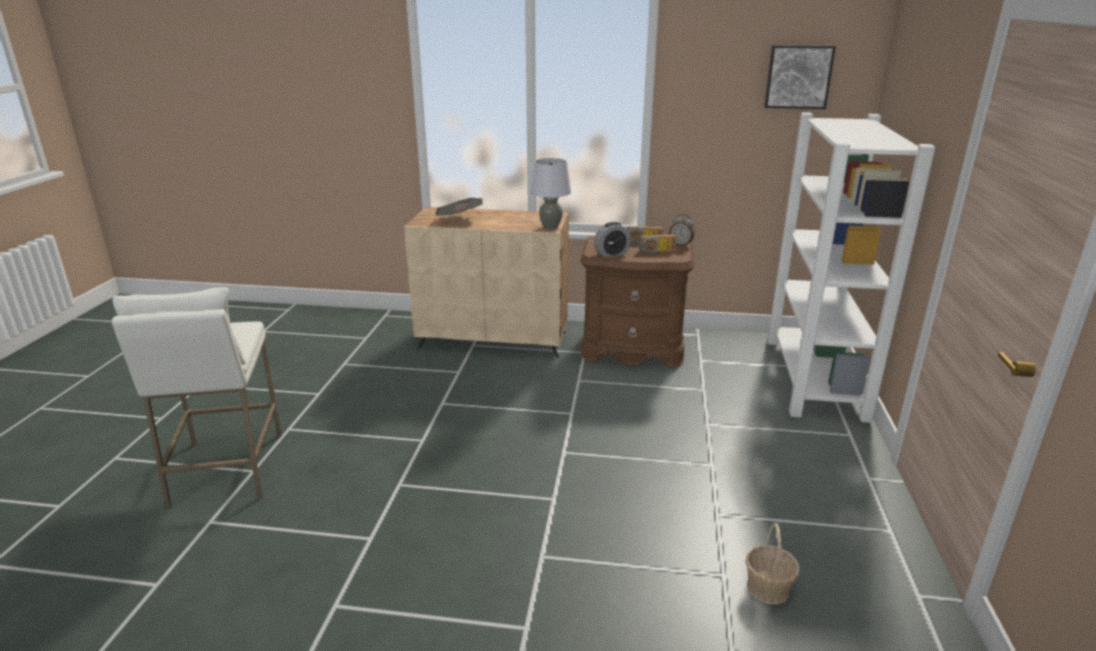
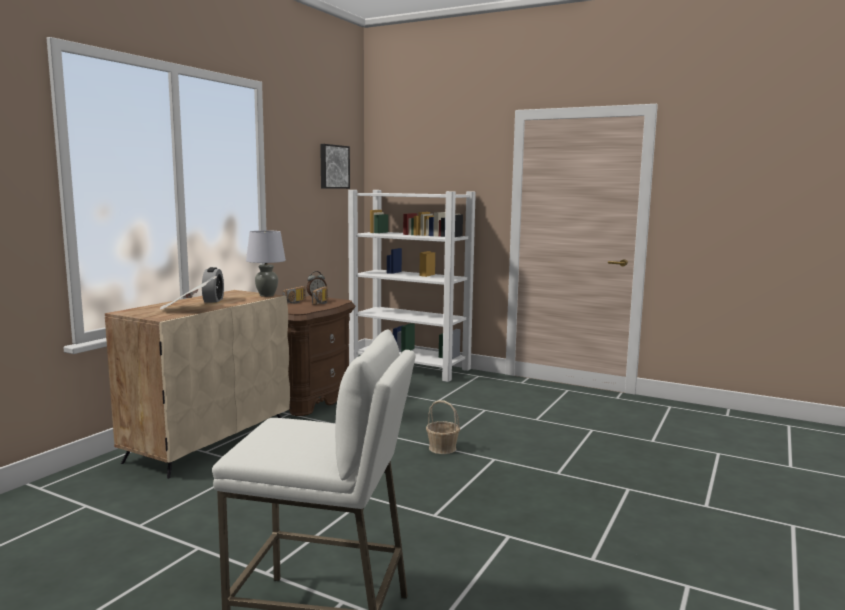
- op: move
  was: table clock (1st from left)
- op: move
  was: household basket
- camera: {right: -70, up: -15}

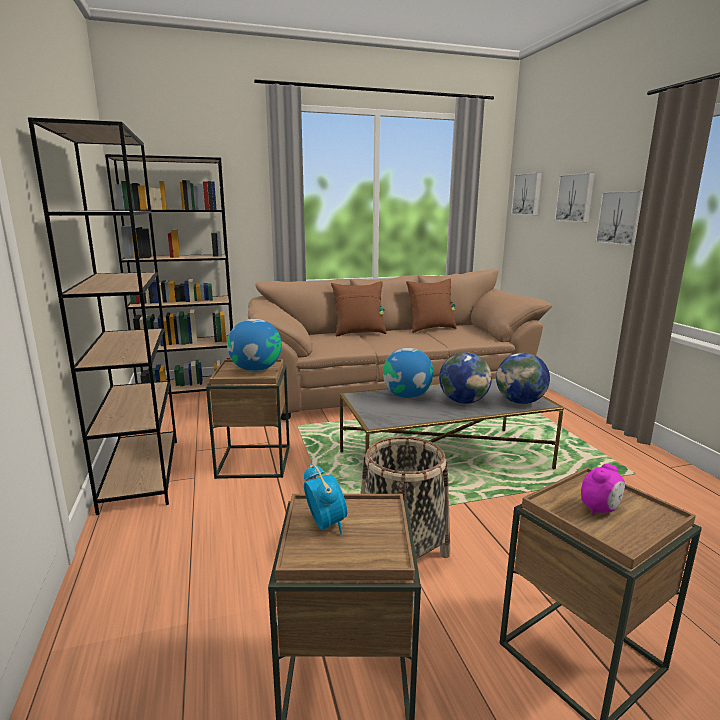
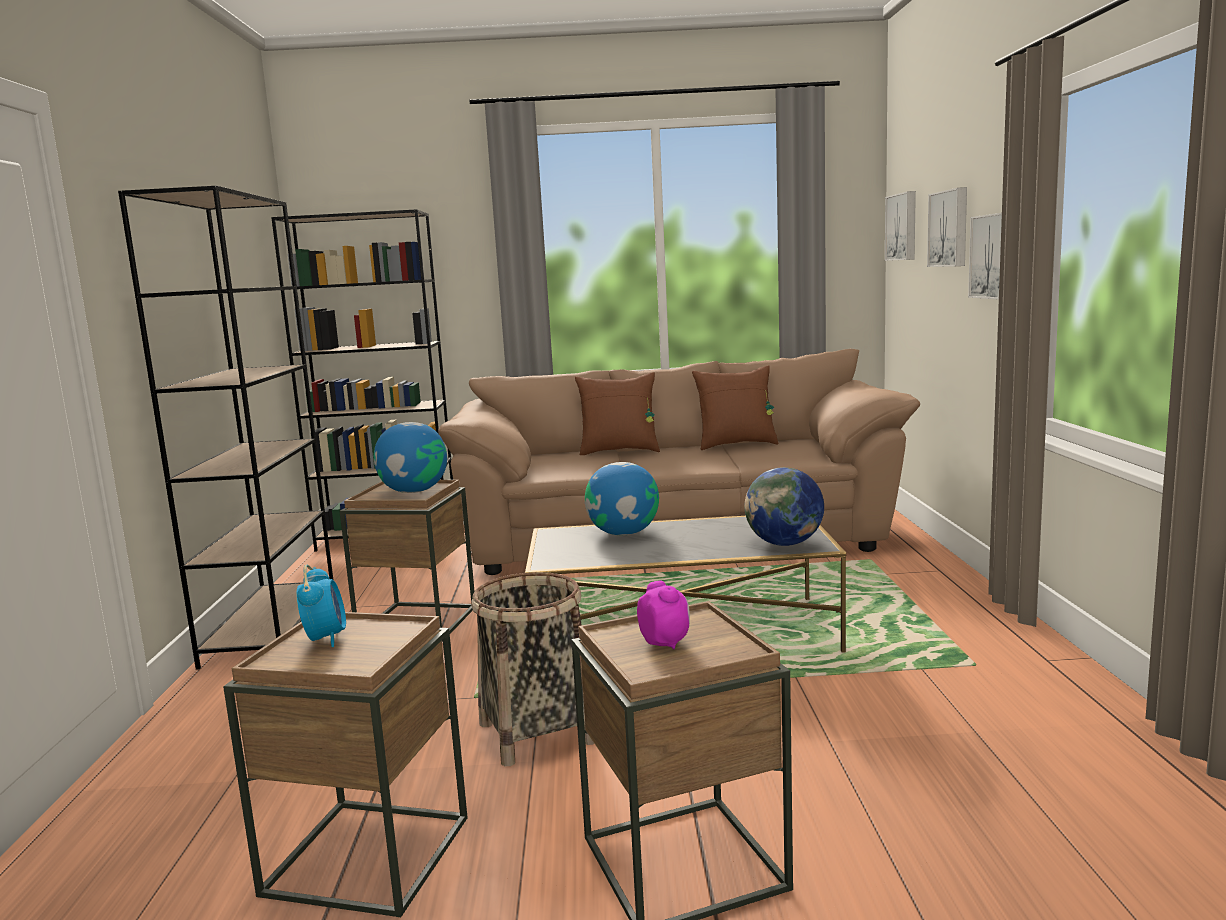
- op: delete
  was: globe (3rd from left)
- op: rotate
  was: table clock (2nd from left)
  clockwise: -90
- camera: {right: 15, up: -5}

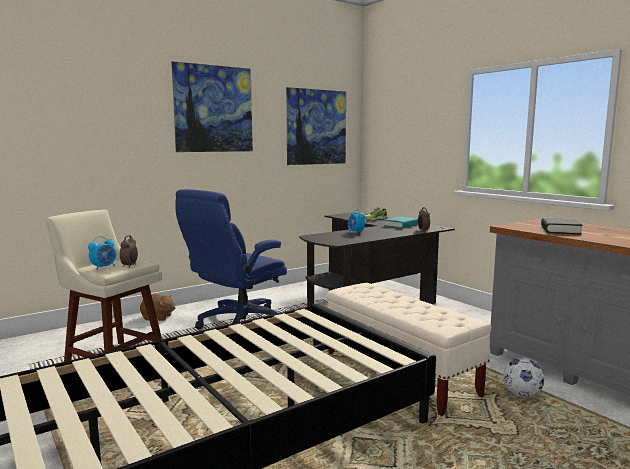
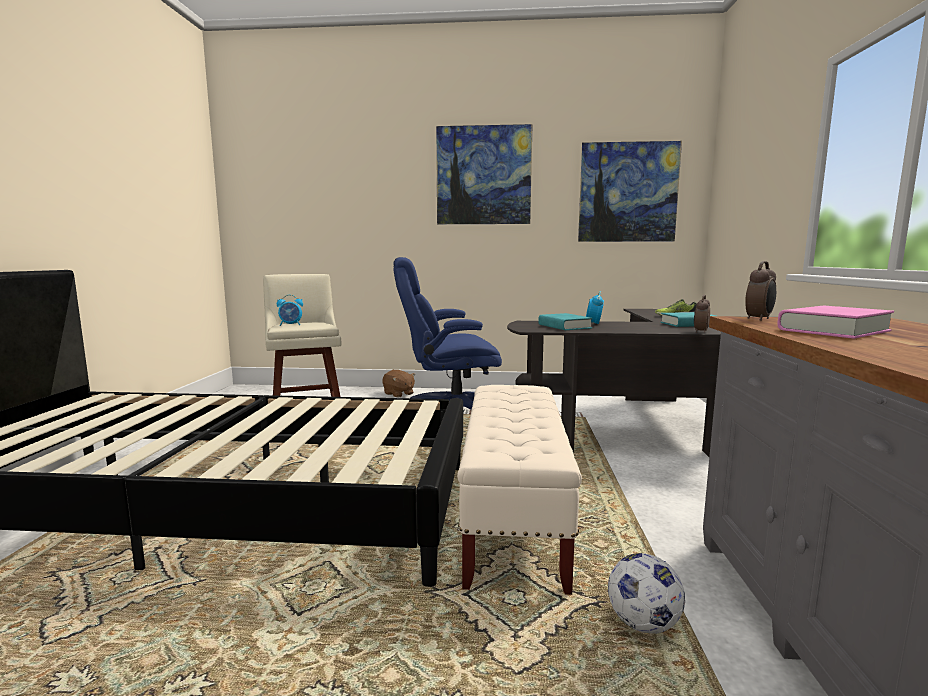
- op: recolor
  was: book (blackish)
  now: book (pink-coloured)
- op: move
  was: table clock (2nd from left in the first image)
  now: table clock (4th from left)
- op: insert
  now: book (turquoise) (1st from left)
- camera: {right: 40, up: 0}

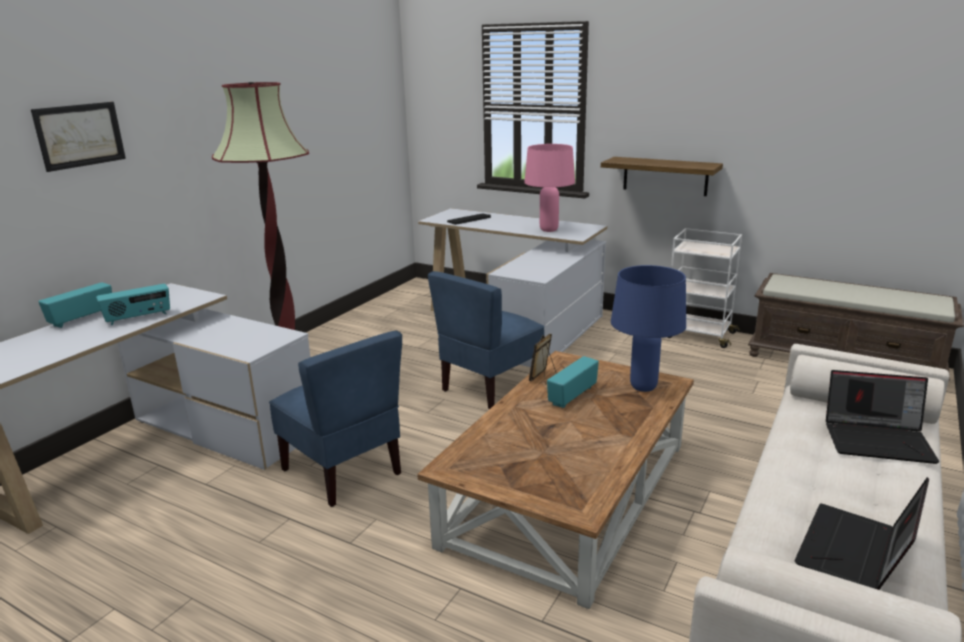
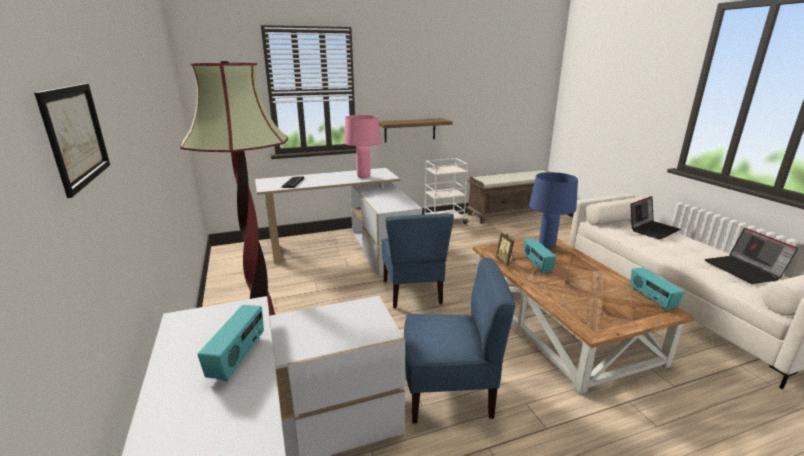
- op: move
  was: radio set (1st from left in the first image)
  now: radio set (3rd from left)
- camera: {right: -50, up: 0}

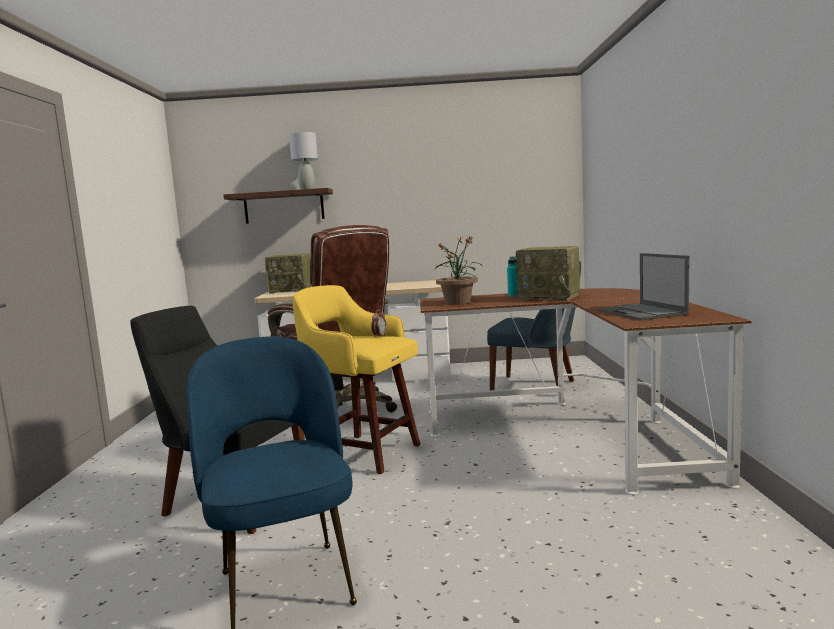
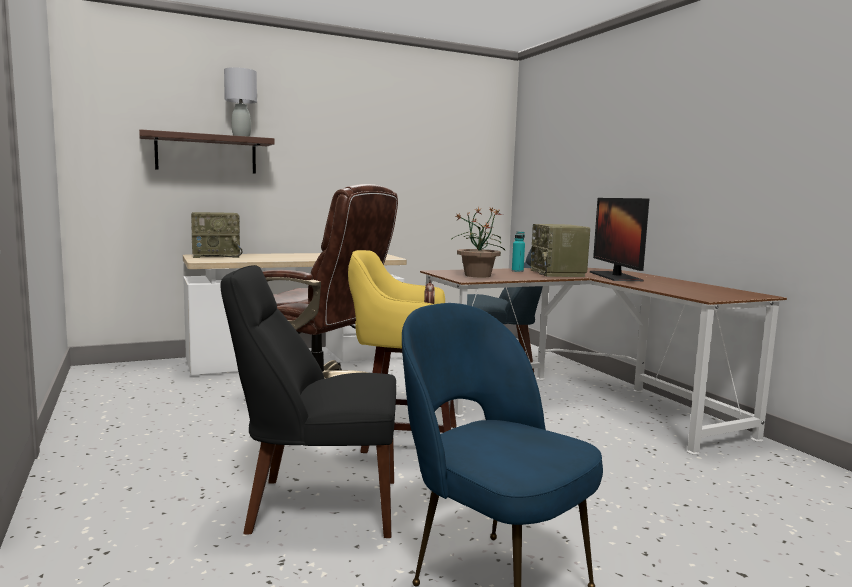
- op: rotate
  was: radio set (2nd from left)
  clockwise: 75
- op: delete
  was: laptop
- op: insert
  now: monitor
- camera: {right: -25, up: 0}

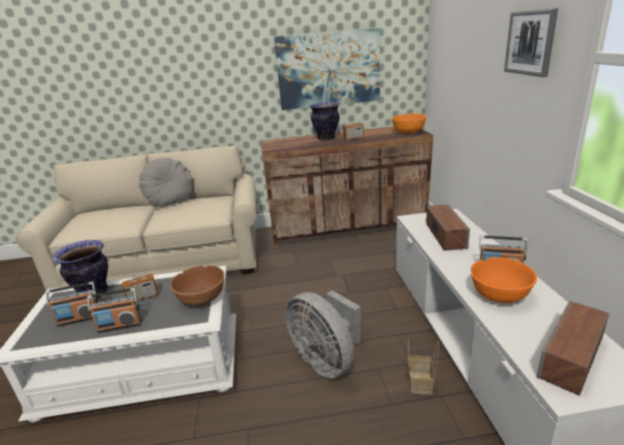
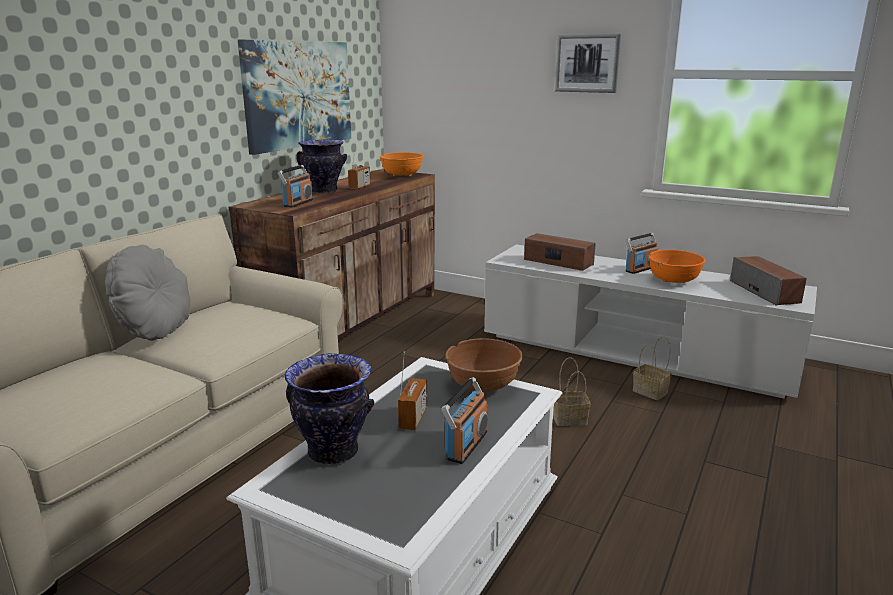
- op: move
  was: radio set (1st from left)
- op: replace
  was: cooling fan (gray)
  now: household basket (1st from left)
- camera: {right: -55, up: -5}

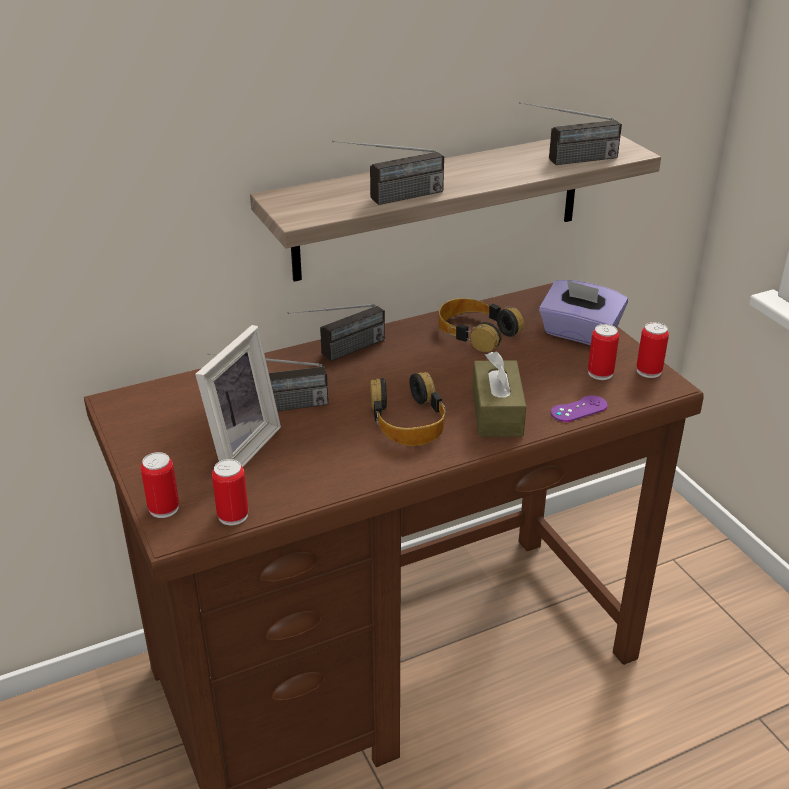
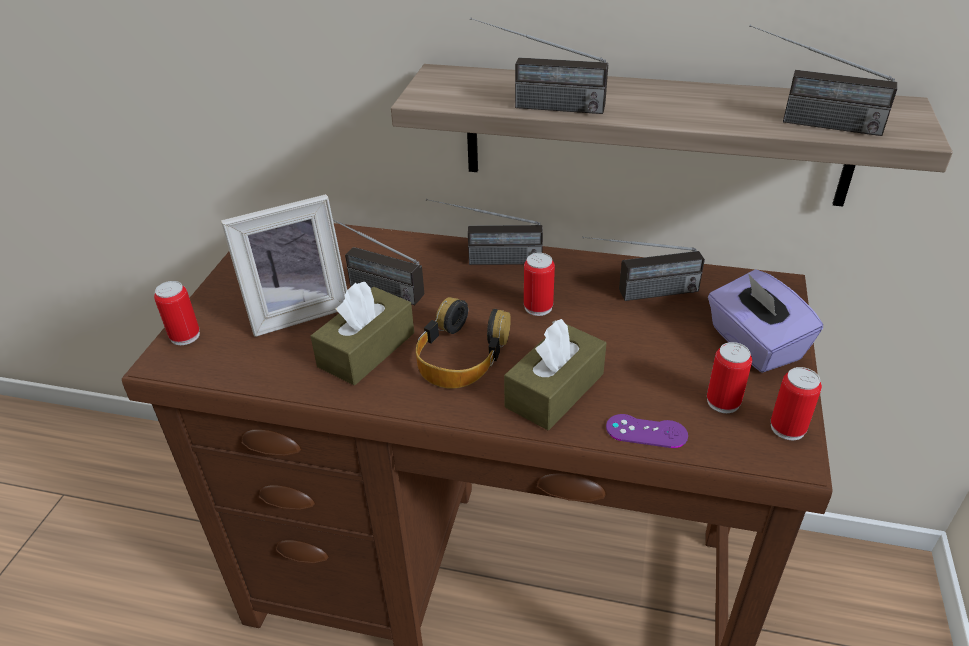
- op: replace
  was: headphones (2nd from left)
  now: radio set (4th from left)
- op: move
  was: sealed can (2nd from left)
- op: insert
  now: tissue box (brown) (1st from left)
- camera: {right: 40, up: 5}

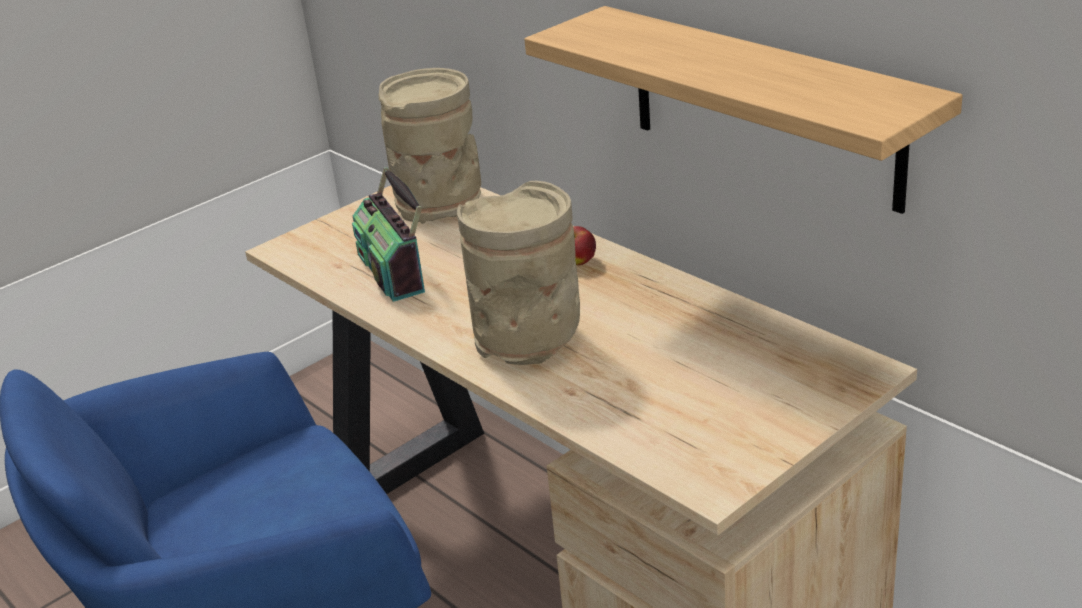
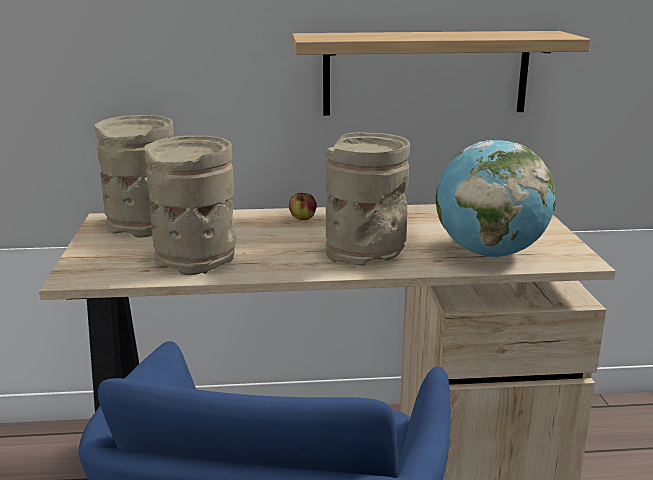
- op: replace
  was: radio set
  now: decorative vase (beige) (2nd from left)
- op: insert
  now: globe
- camera: {right: -55, up: -10}

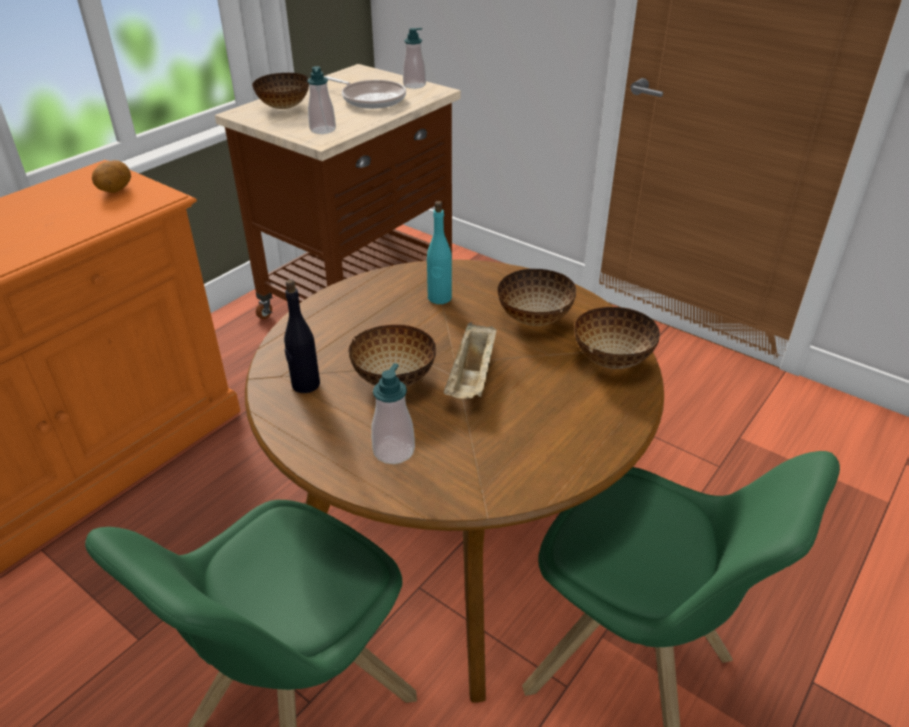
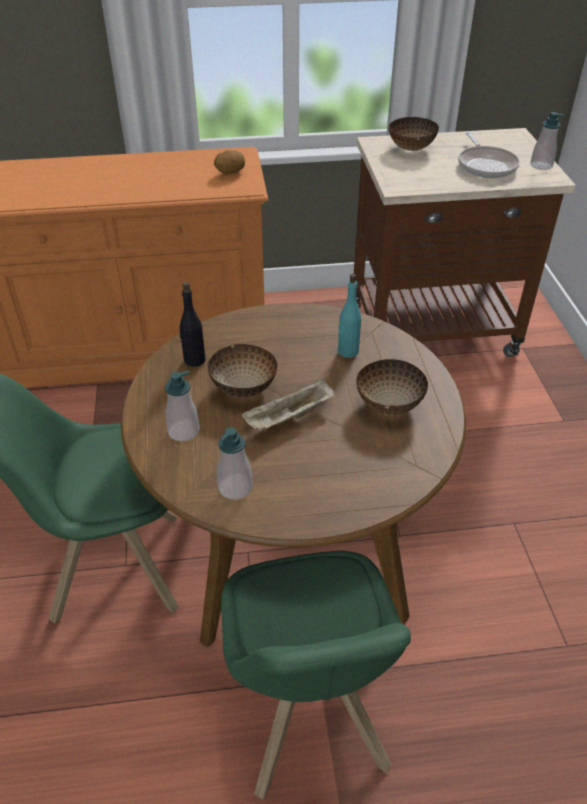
- op: move
  was: soap dispenser (1st from left in the first image)
  now: soap dispenser (2nd from left)
- op: delete
  was: deep dish (4th from left)
- camera: {right: 45, up: 5}

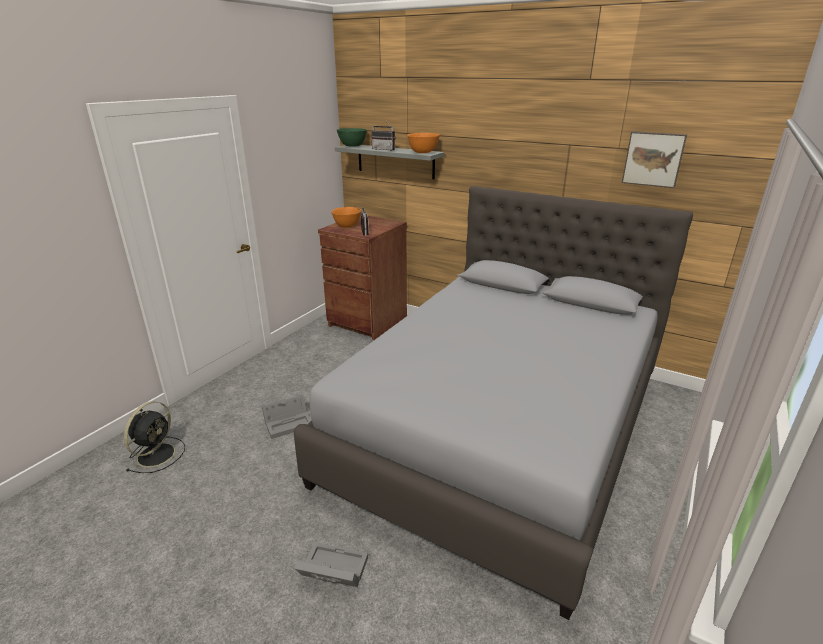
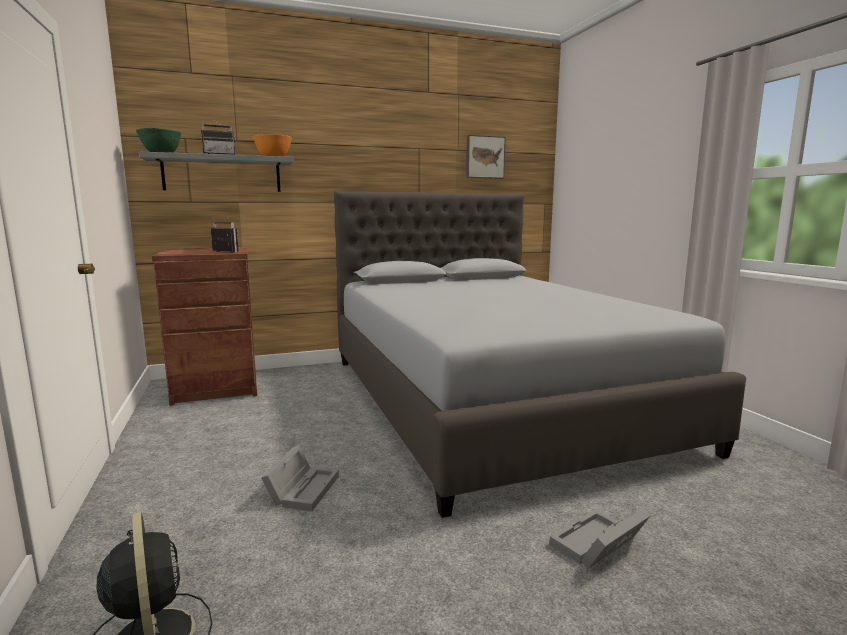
- op: delete
  was: deep dish (orangey) (1st from left)
- camera: {right: -50, up: -15}

